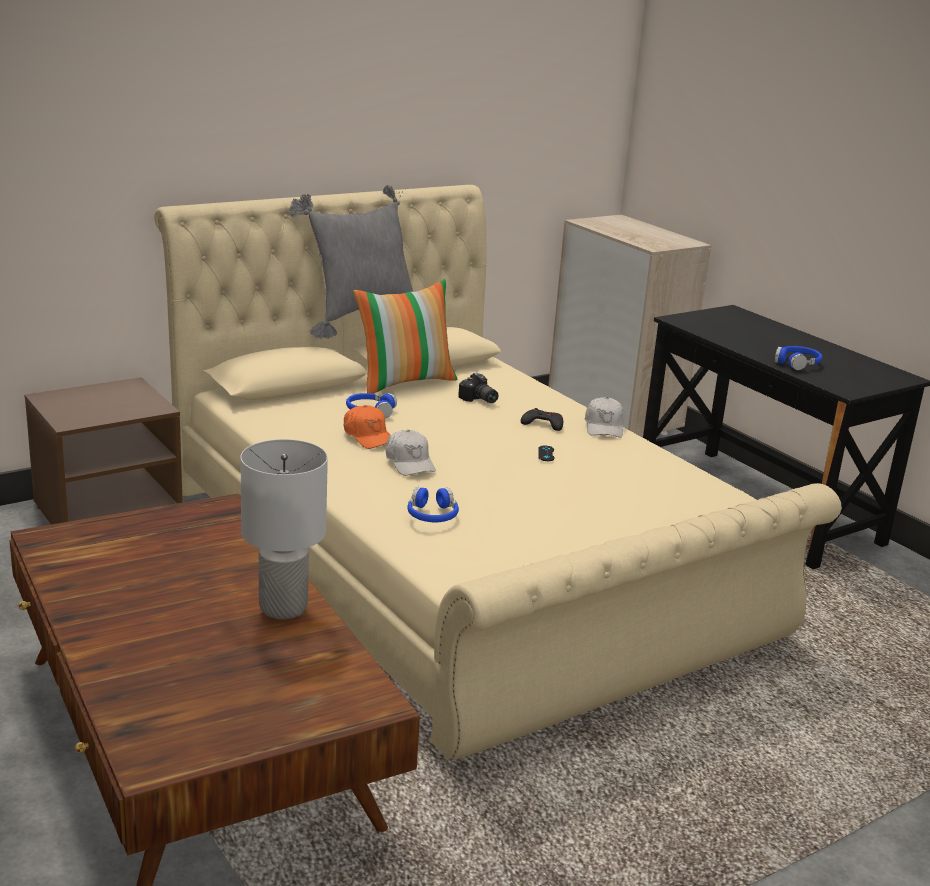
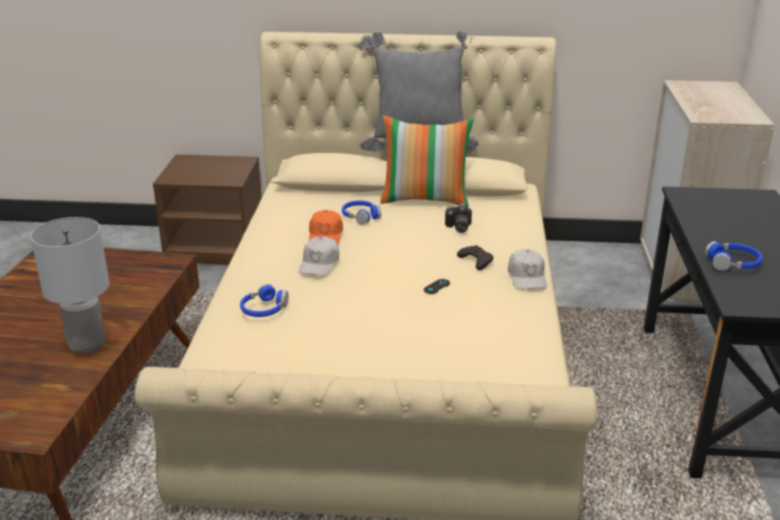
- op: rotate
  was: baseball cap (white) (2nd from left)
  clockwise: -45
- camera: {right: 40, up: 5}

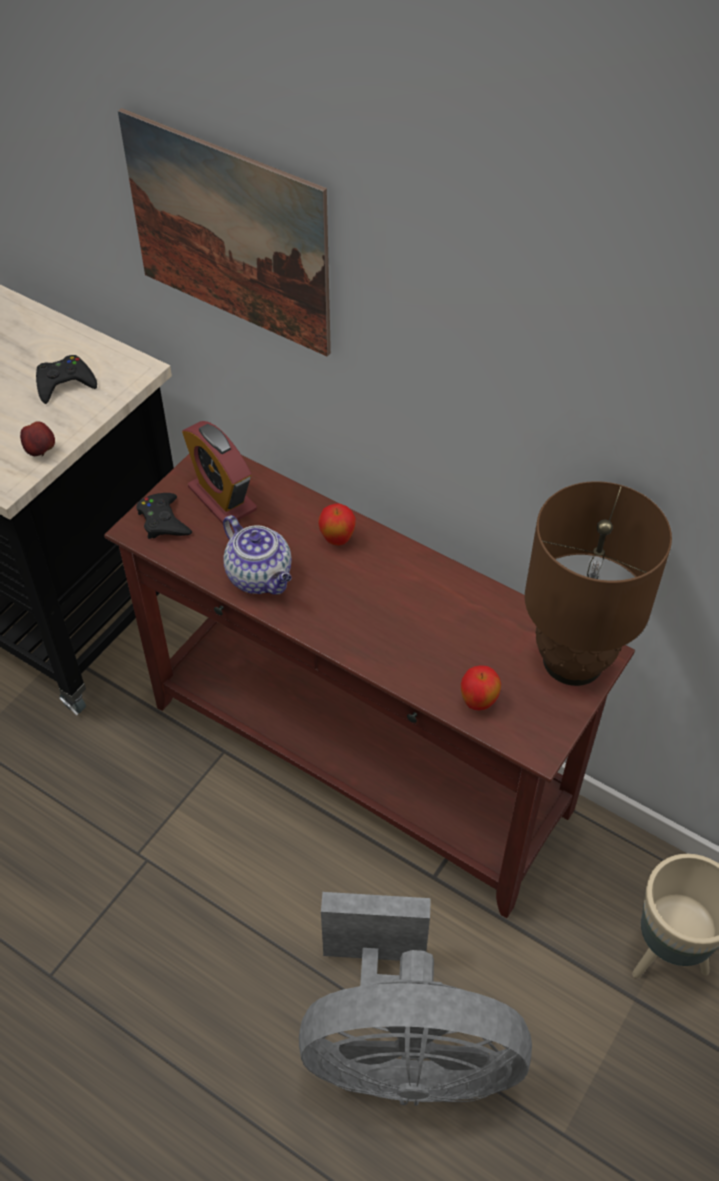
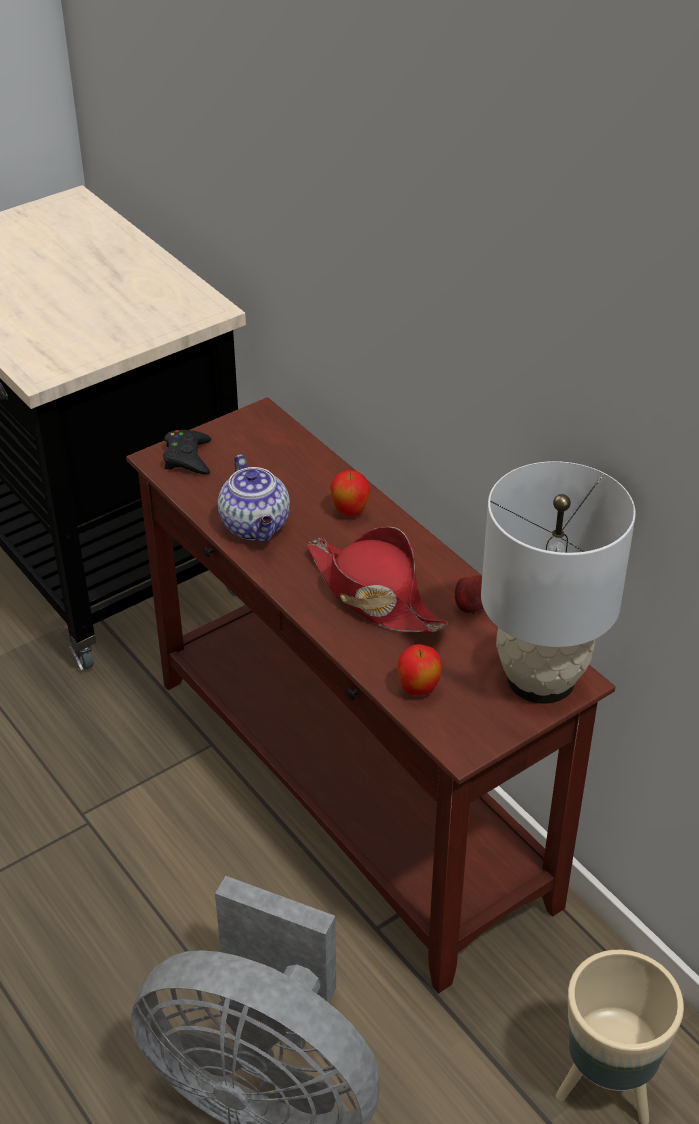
- op: delete
  was: wall picture
- op: delete
  was: joypad (blackish) (1st from left)
- op: delete
  was: table clock
- op: move
  was: whole apple (1st from left in the first image)
  now: whole apple (3rd from left)
- op: recolor
  was: lamp for a table (brown)
  now: lamp for a table (white)
- op: insert
  now: clothing hat (red)
- camera: {right: 20, up: -10}

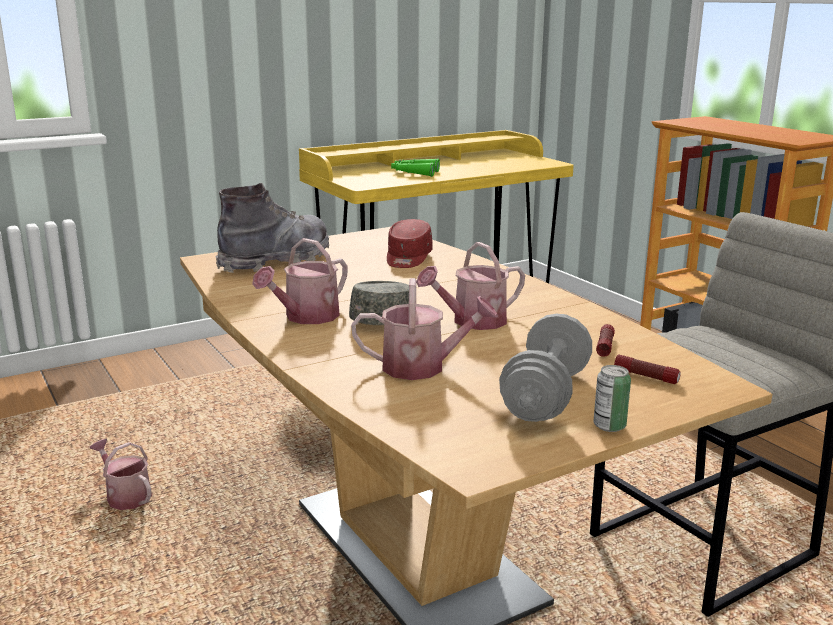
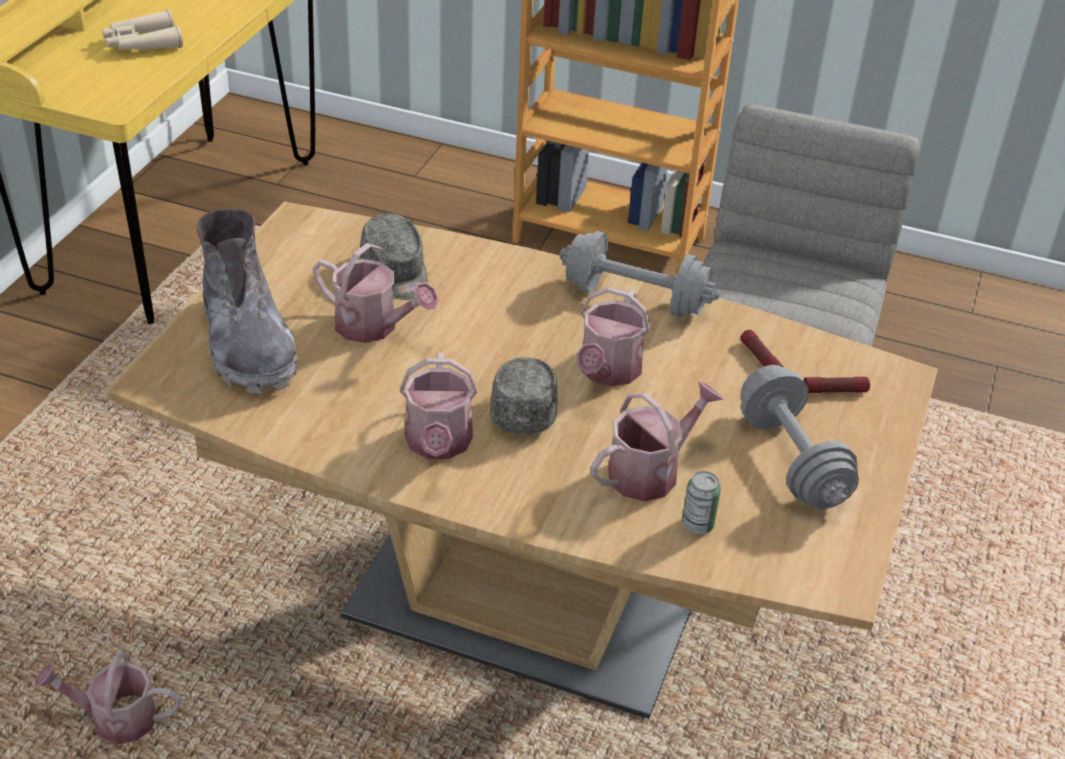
- op: recolor
  was: field glasses (green)
  now: field glasses (beige)
- op: rotate
  was: high-top boot (gray)
  clockwise: 150
- op: recolor
  was: baseball cap (red)
  now: baseball cap (gray) (1st from left)
- op: move
  was: sealed can
- op: insert
  now: dumbbell (gray) (1st from left)
- op: insert
  now: watering pot (2nd from left)
- camera: {right: -40, up: 20}

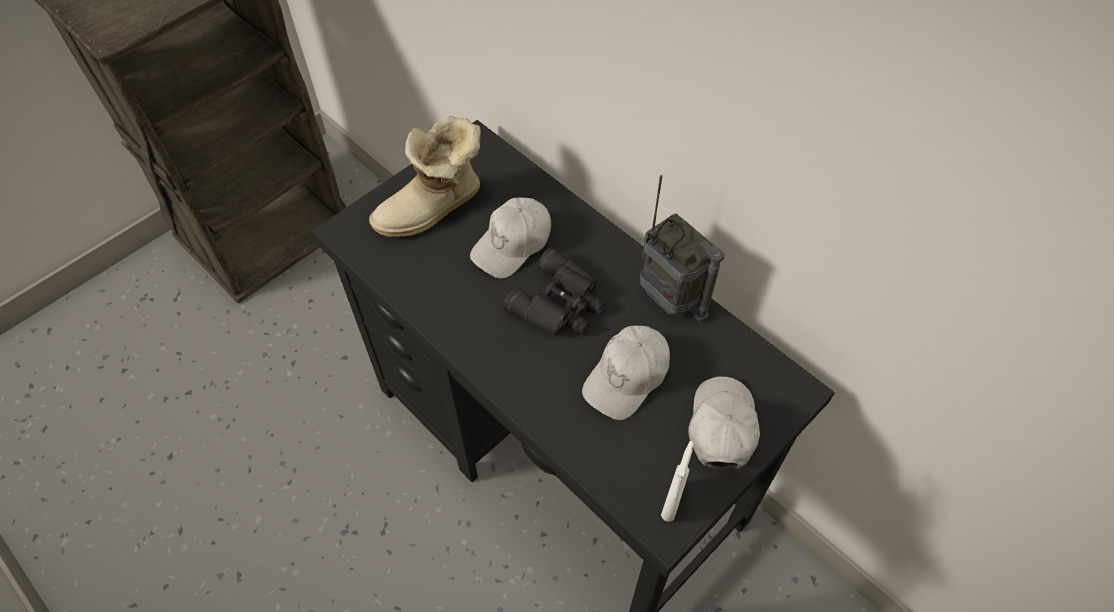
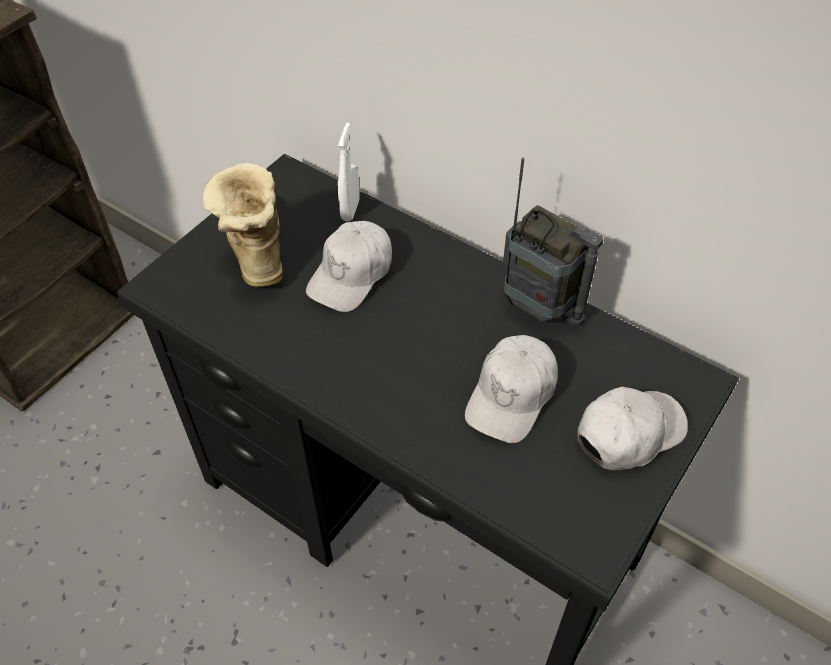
- op: rotate
  was: high-top boot
  clockwise: 120
- op: delete
  was: field glasses (blackish)
- op: rotate
  was: baseball cap (white) (3rd from left)
  clockwise: 60
- op: move
  was: hand sprayer (white)
- camera: {right: -10, up: -5}

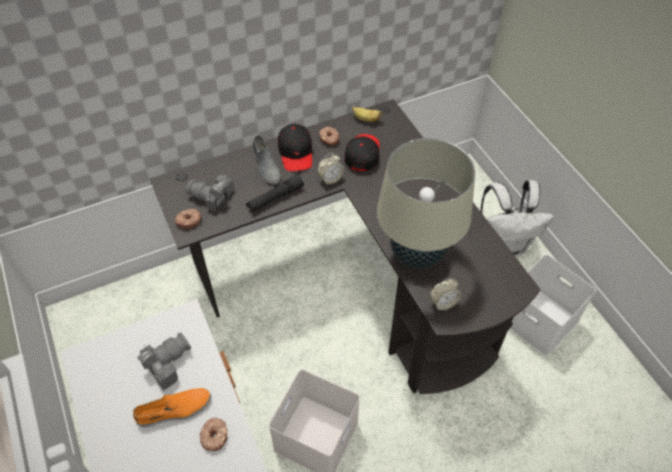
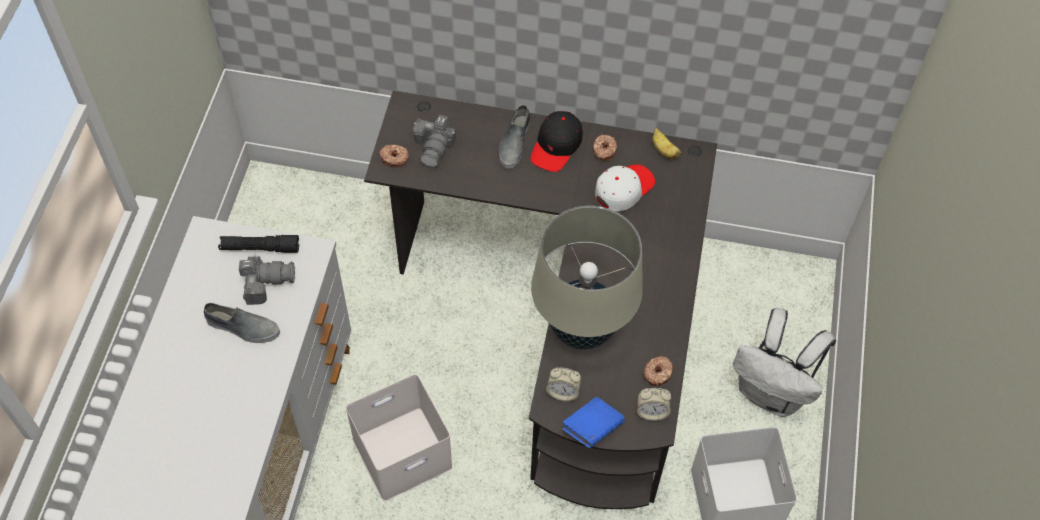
- op: recolor
  was: baseball cap (blackish) (2nd from left)
  now: baseball cap (white)
- op: move
  was: table clock (1st from left in the first image)
  now: table clock (2nd from left)
- op: move
  was: flashlight (blackish)
- op: rotate
  was: photo camera (2nd from left)
  clockwise: -135
- op: recolor
  was: item of footwear (orangey)
  now: item of footwear (gray) (1st from left)
- op: move
  was: doughnut (2nd from left in the first image)
  now: doughnut (3rd from left)
- op: insert
  now: book (bluish)
- camera: {right: 35, up: 5}

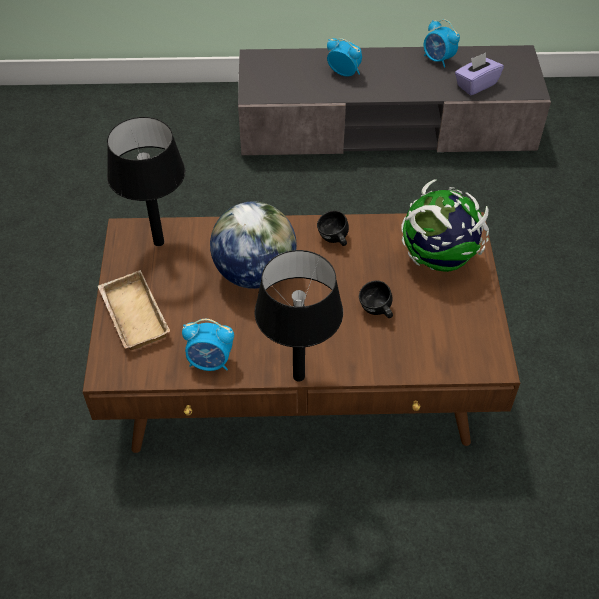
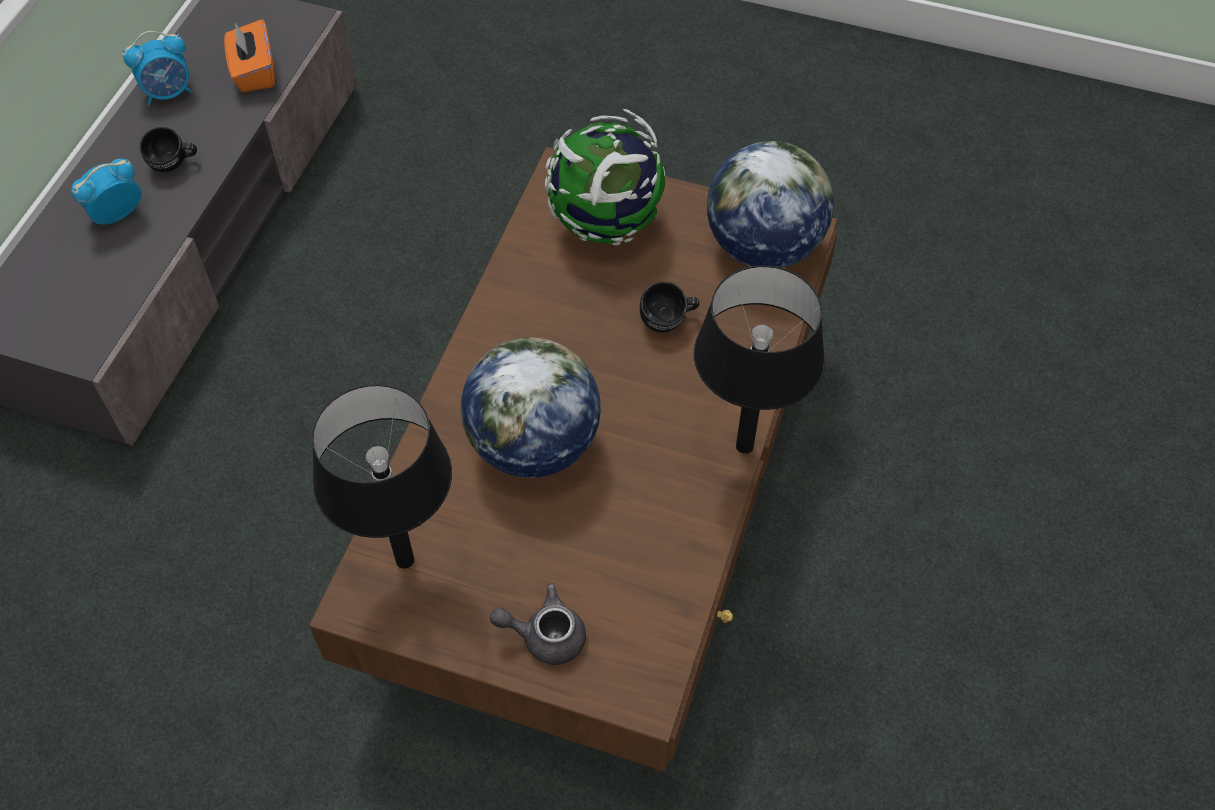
- op: recolor
  was: tissue box (purplish)
  now: tissue box (orangey)
- op: move
  was: tea mug (blackish) (1st from left)
- op: replace
  was: carrying tray (beige)
  now: teapot (gray)
- op: delete
  was: table clock (1st from left)
- op: insert
  now: globe (3rd from left)
- camera: {right: -70, up: 5}

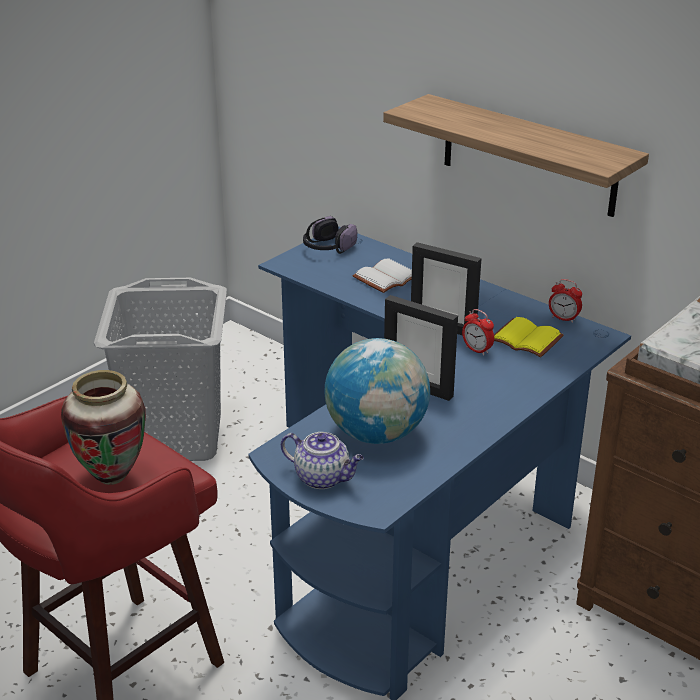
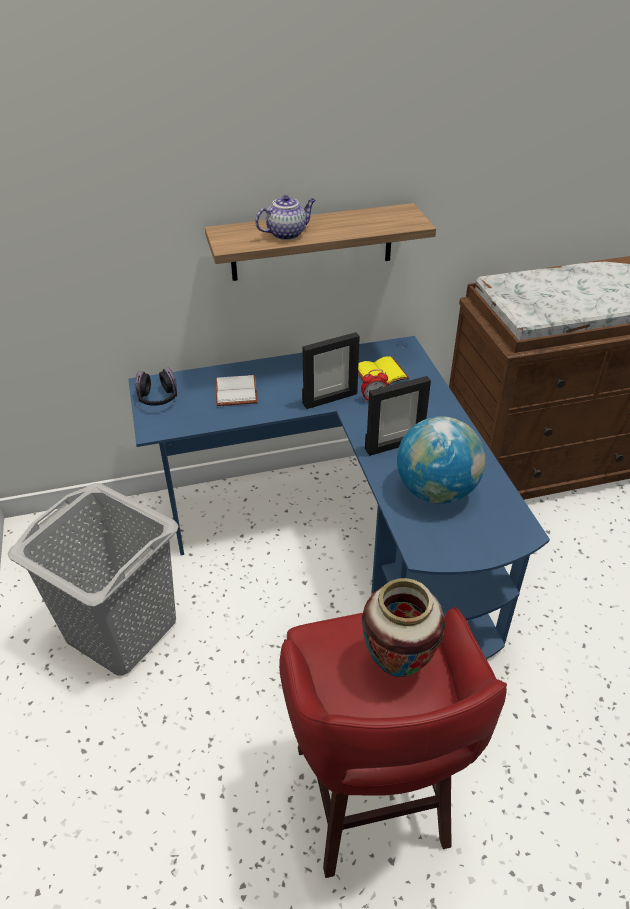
- op: delete
  was: table clock (2nd from left)
- op: move
  was: teapot
- camera: {right: -55, up: 10}

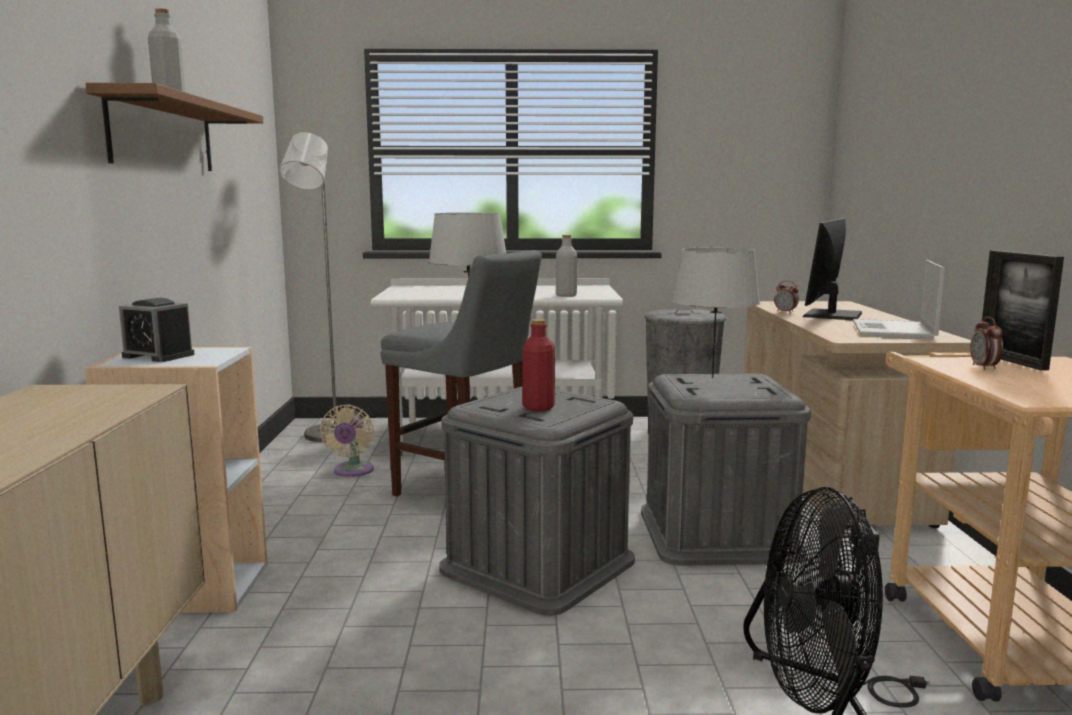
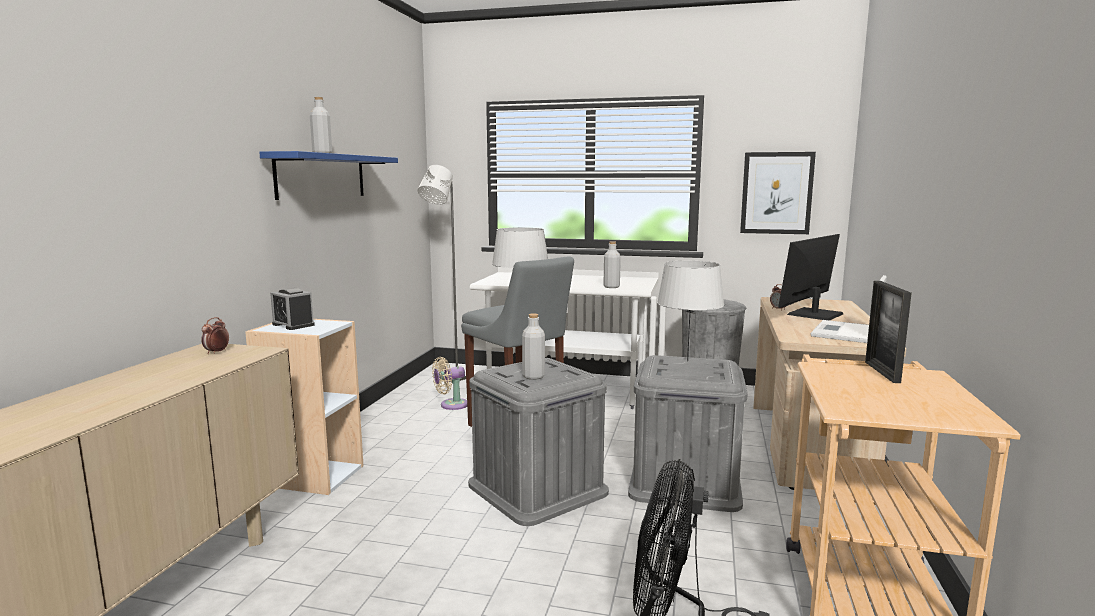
- op: recolor
  was: wall shelf (brown)
  now: wall shelf (bluish)
- op: move
  was: table clock (3rd from left in the first image)
  now: table clock (1st from left)
- op: recolor
  was: drink bottle (red)
  now: drink bottle (gray) (2nd from left)
- op: rotate
  was: cooling fan (beige)
  clockwise: 45
- op: insert
  now: wall picture
- camera: {right: 15, up: 0}

